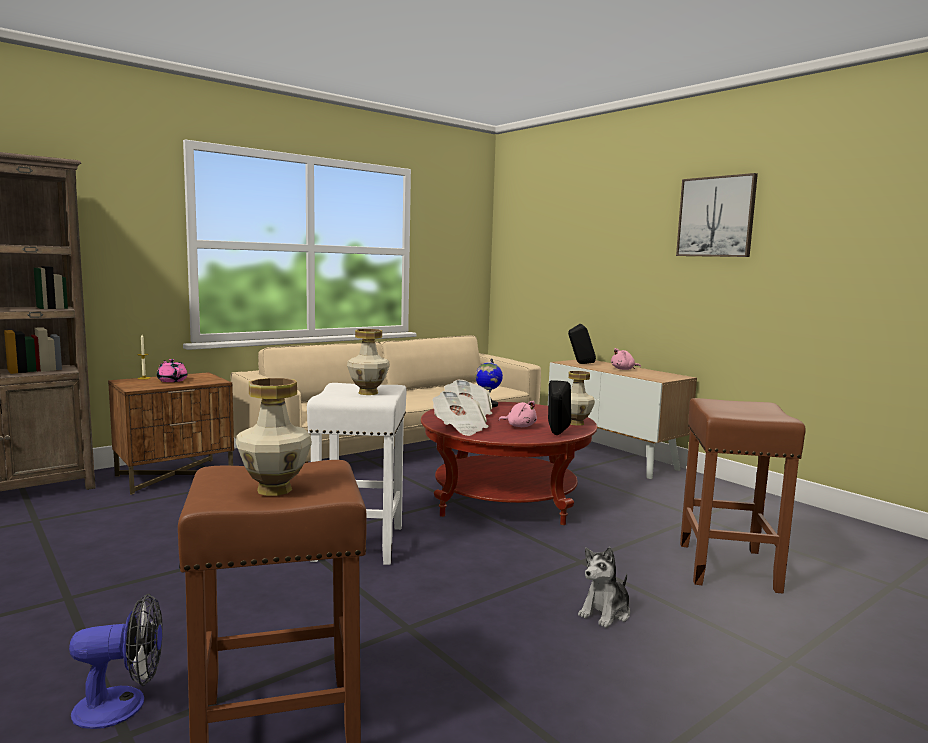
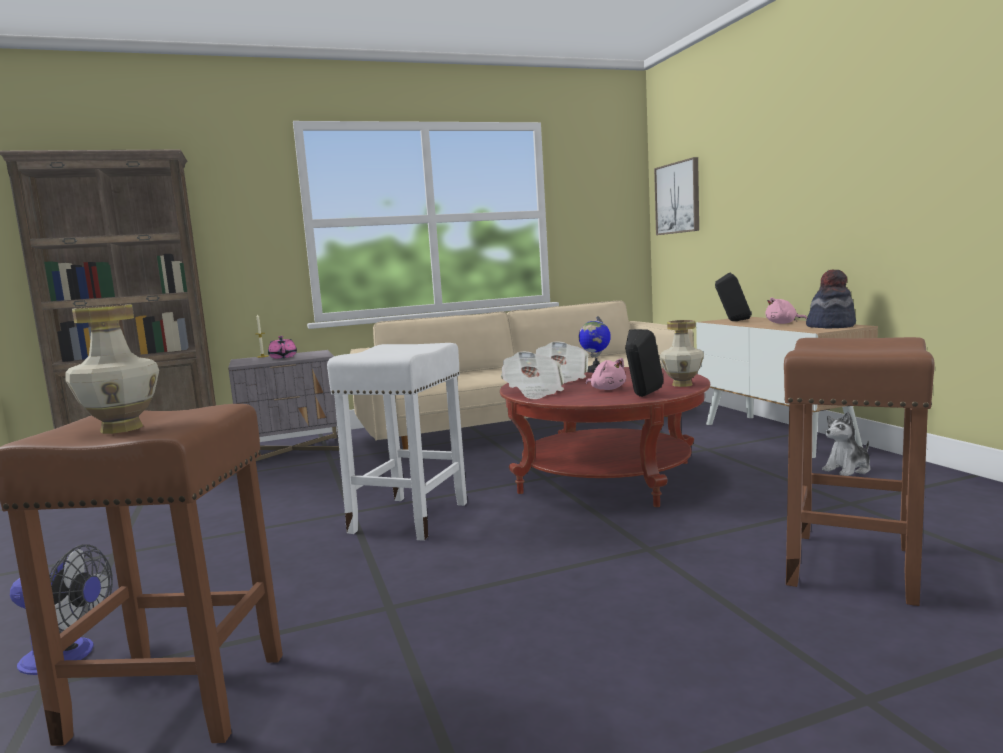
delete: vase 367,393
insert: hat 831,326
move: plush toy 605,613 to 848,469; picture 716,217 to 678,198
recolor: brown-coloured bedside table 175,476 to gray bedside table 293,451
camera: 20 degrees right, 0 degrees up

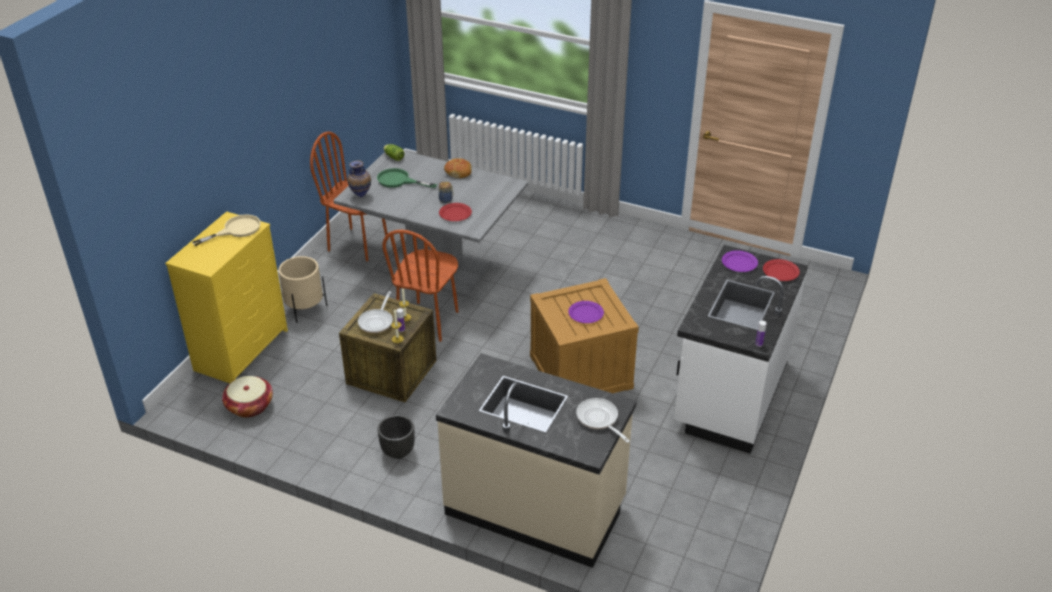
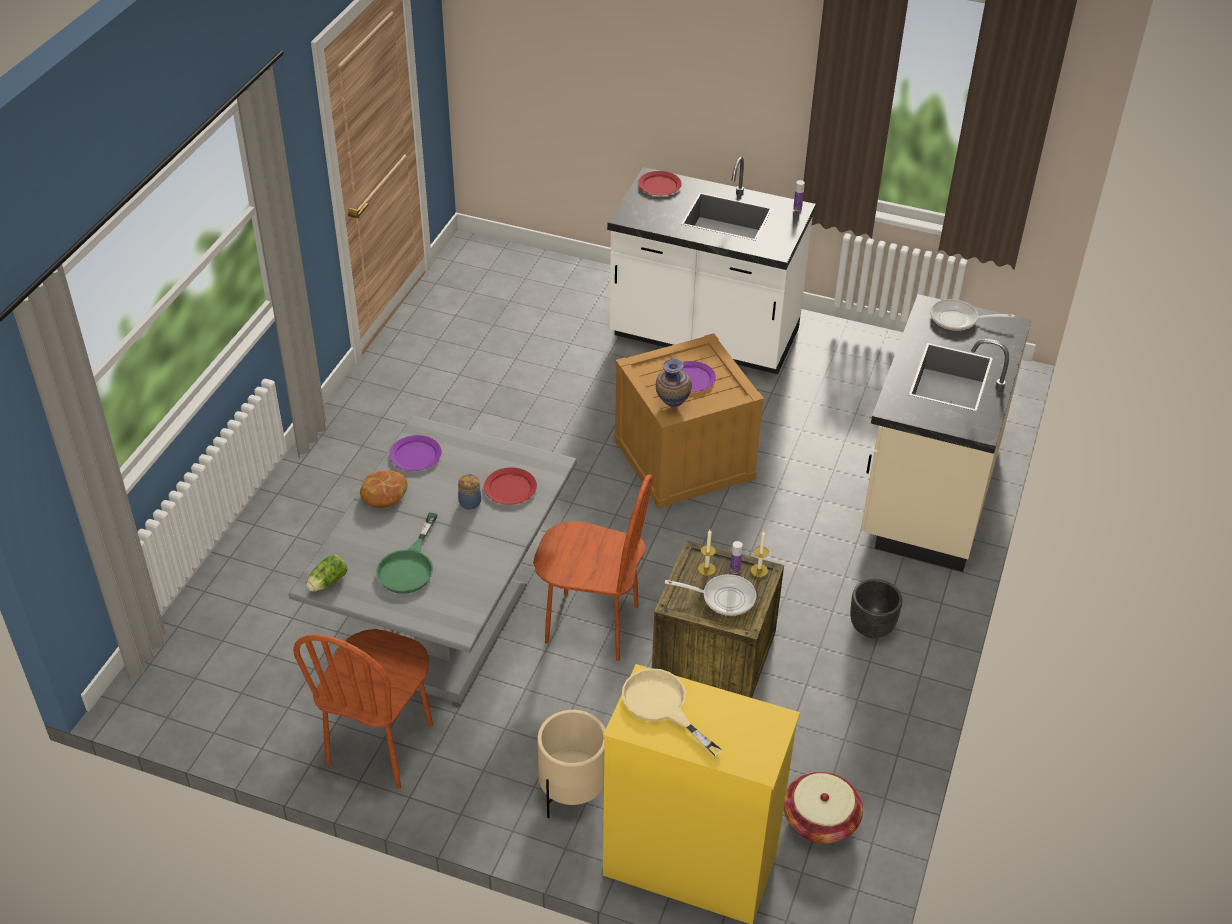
move: vase 361,195 to 671,406; purple-coloured plate 739,263 to 415,455
rotate: skillet 599,419 = 958,319 45 degrees clockwise
camera: 95 degrees left, 5 degrees up

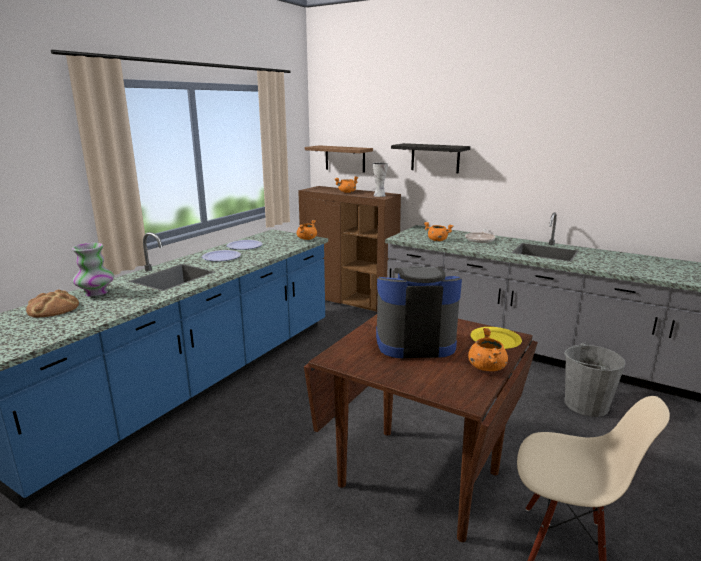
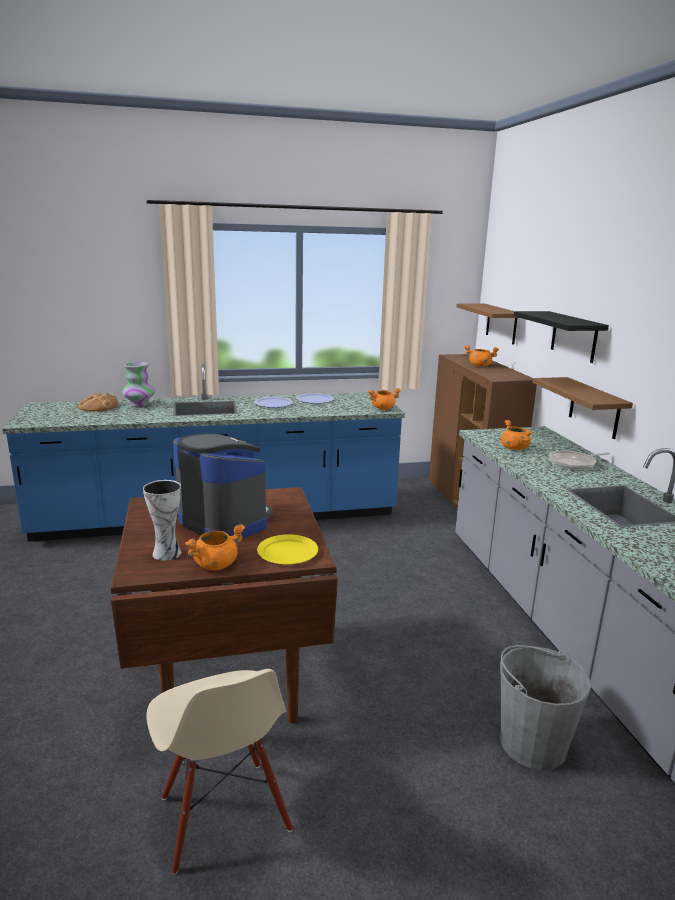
insert: brown-coloured bracket shelf 594,408
move: vase 379,195 to 167,552
camera: 45 degrees right, 0 degrees up

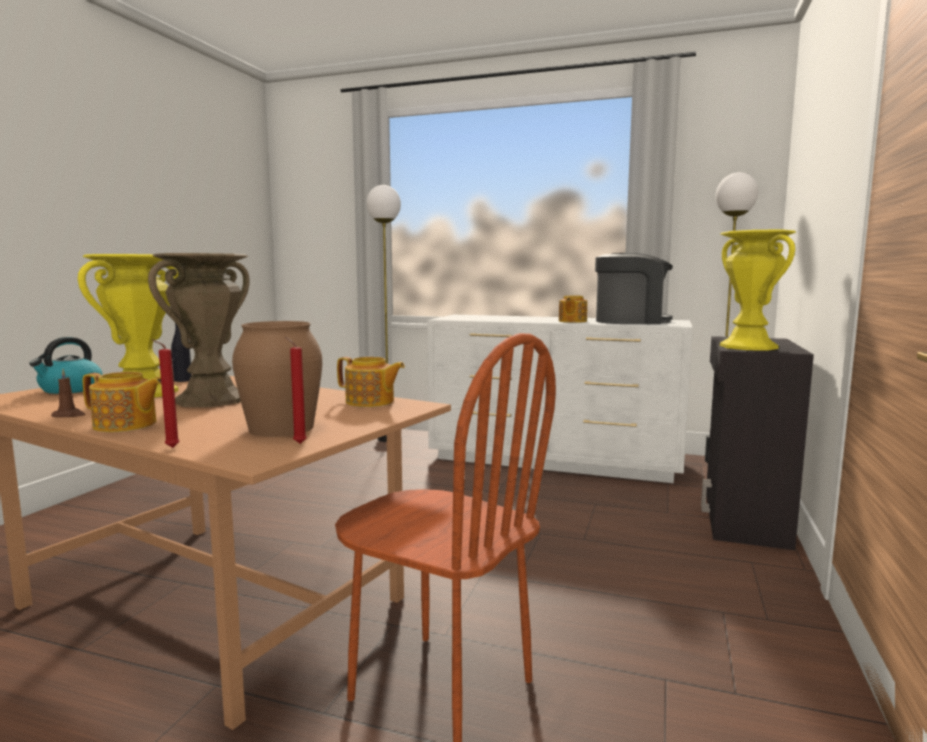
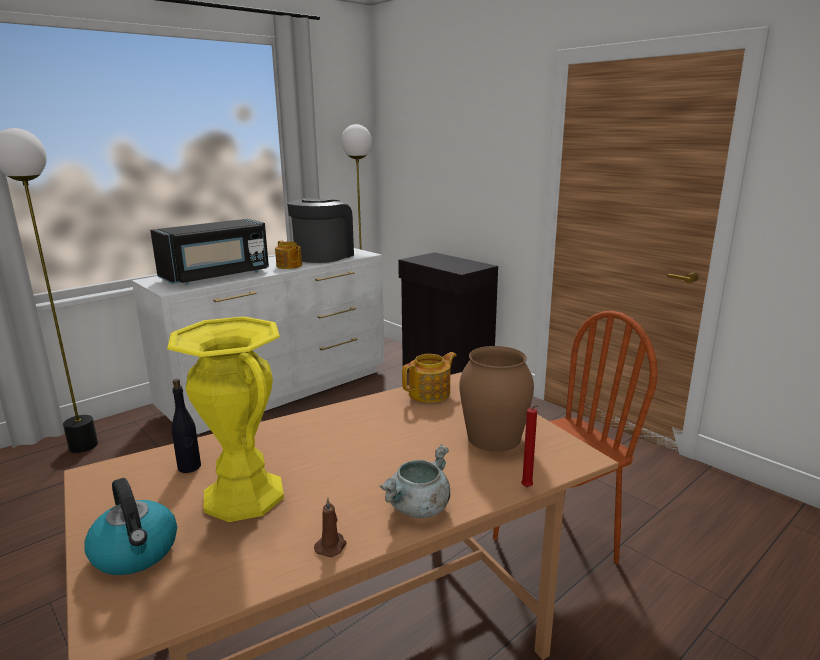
delete: brown-coloured vase 211,400; red-coloured candle 298,443; yellow vase 748,347
insert: black-coloured microwave 216,276
replace: teapot 126,425 to gray saucepot 418,508
camera: 60 degrees left, 10 degrees up

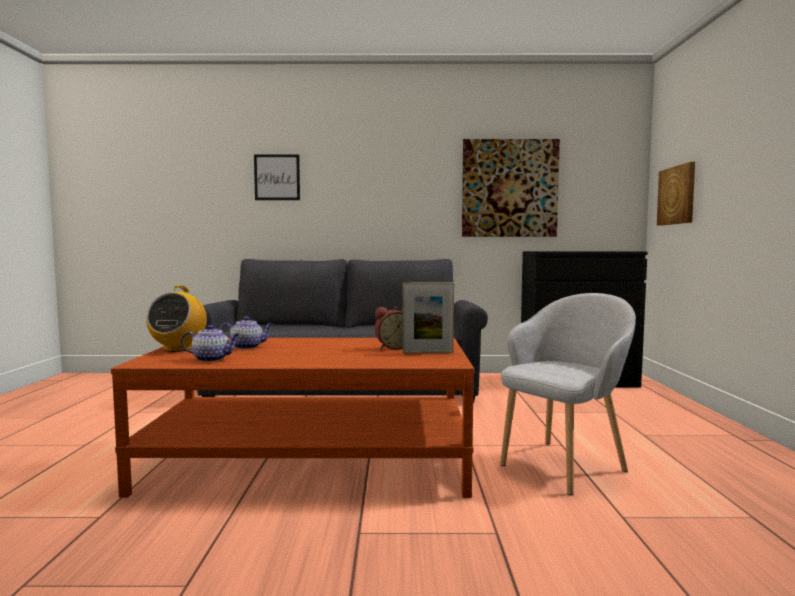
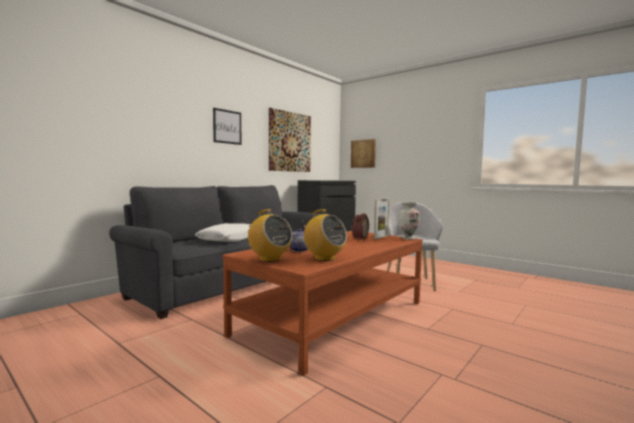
insert: whitish pillow 231,239; vase 408,238
move: picture 277,177 to 227,127
replace: teapot 212,359 to radio set 324,258
camera: 50 degrees left, 0 degrees up

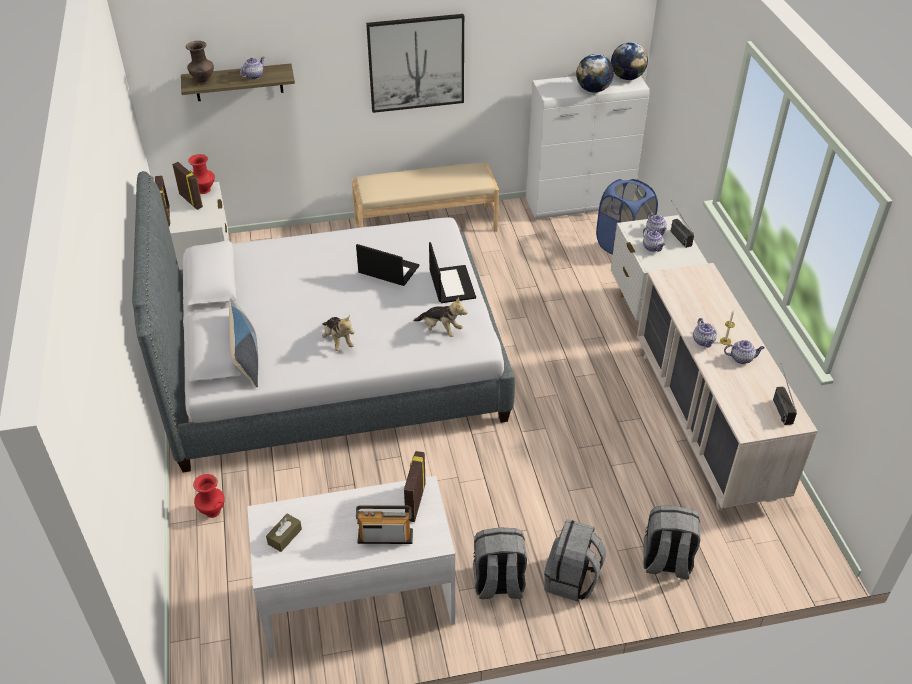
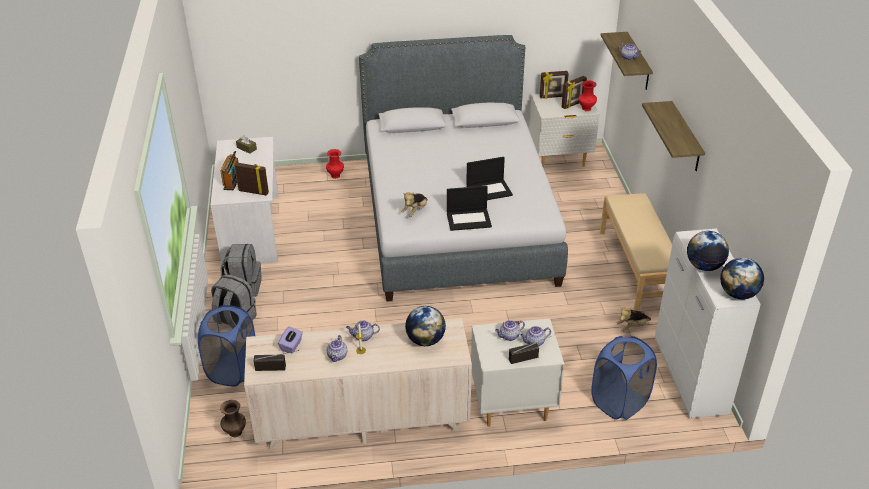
delete: pillow 246,357
insert: purple-coloured tissue holder 291,346; desk globe 425,340
move: brown-coloured vase 203,82 to 235,432; plush toy 338,341 to 632,327
replace: picture 416,63 to bracket shelf 685,137; gray knapsack 666,562 to blue washing basket 232,370
rotate: notebook computer 387,270 = 489,190 45 degrees clockwise
camera: 95 degrees right, 5 degrees down

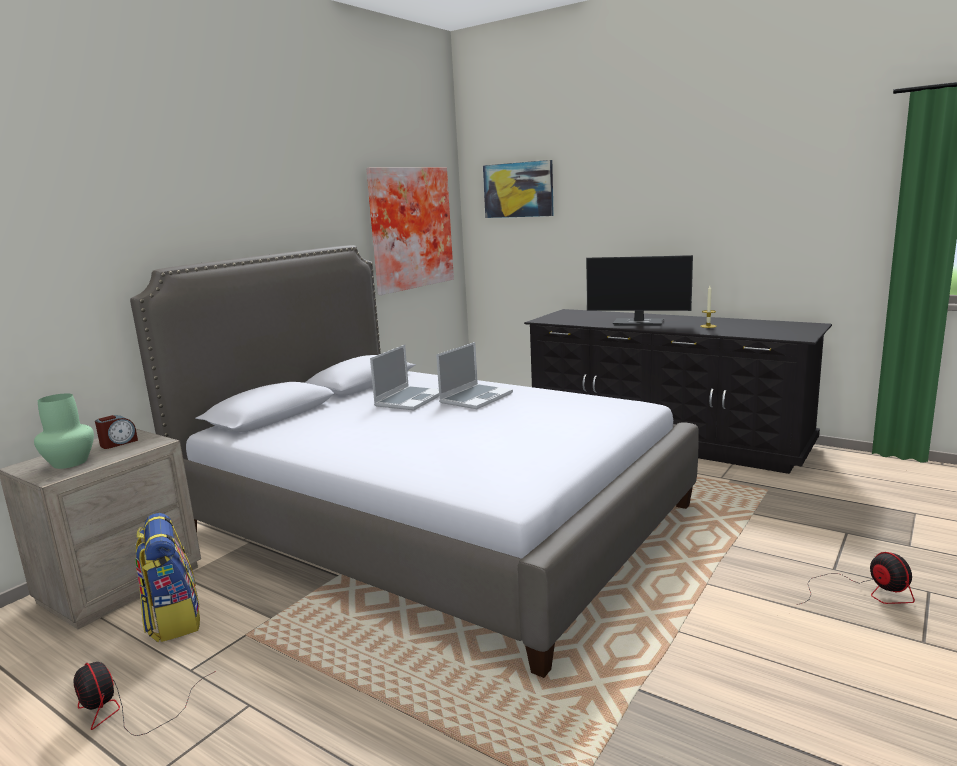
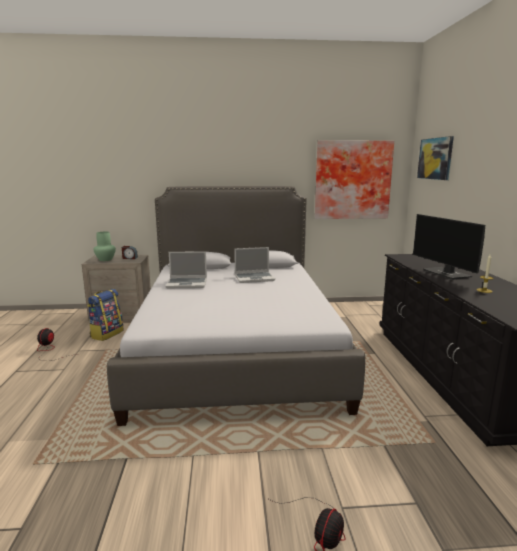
move: notebook computer 476,398 to 187,284
camera: 50 degrees right, 0 degrees up

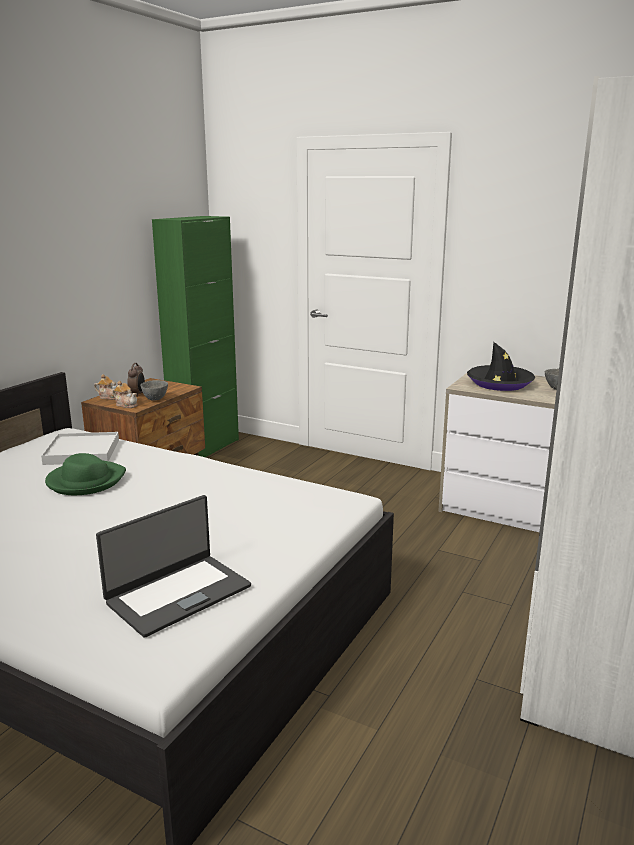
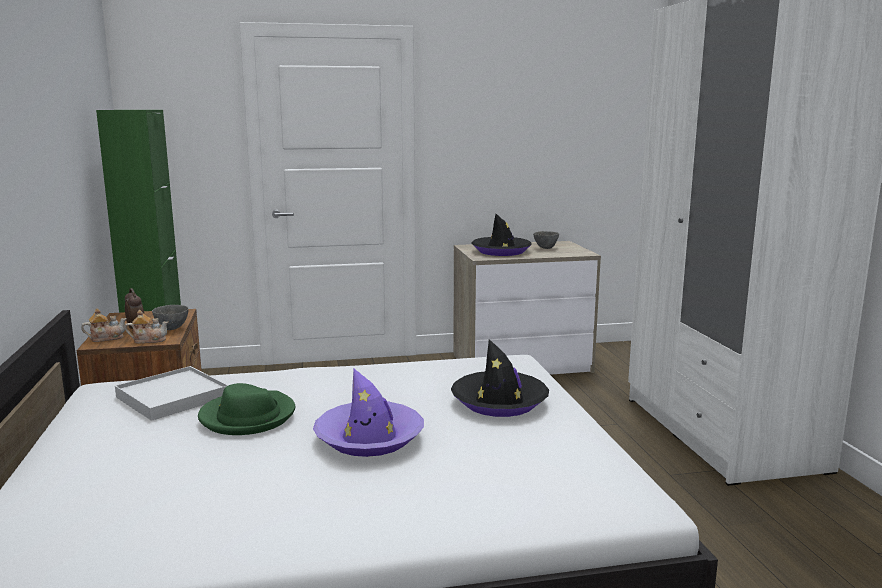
delete: notebook computer 177,594
insert: purple-coloured hat 369,438; black-coloured hat 499,402
camera: 40 degrees left, 5 degrees down

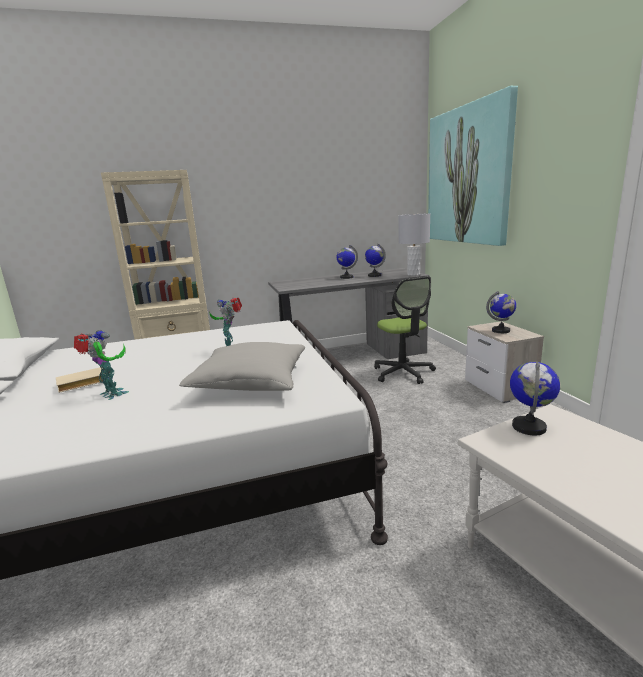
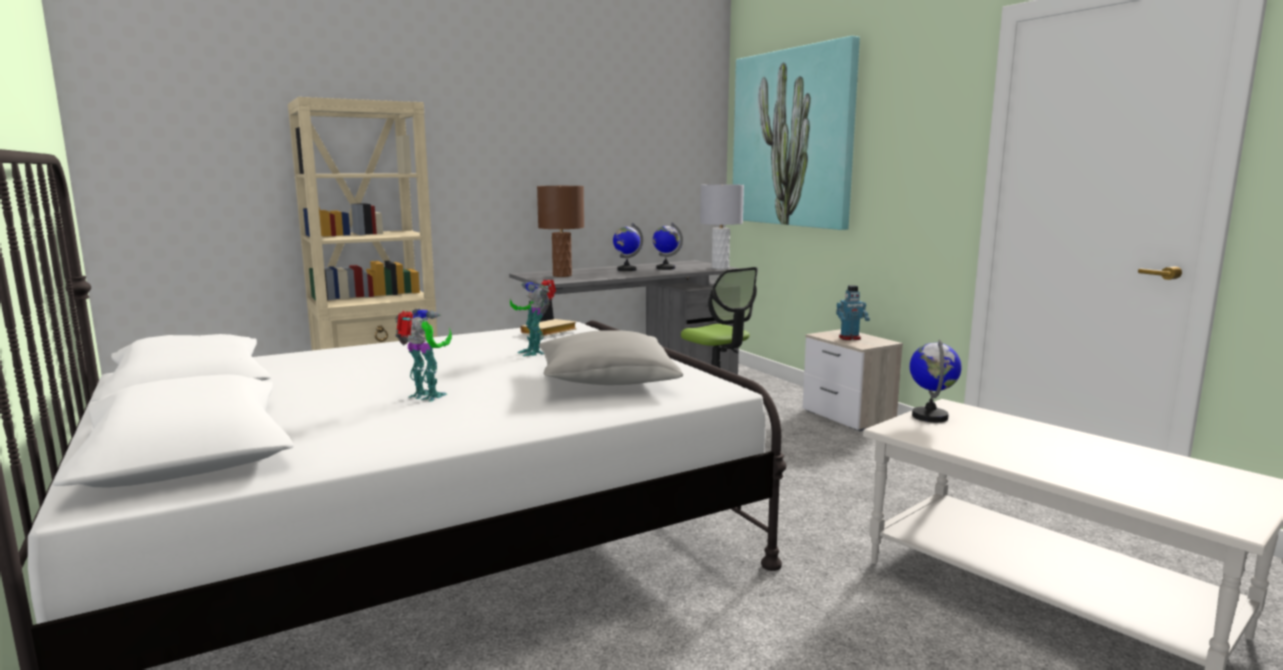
insert: brown-coloured lamp for a table 562,275
move: beige-coloured volume 81,384 to 549,333
replace: desk globe 501,331 to model robot 850,338
camera: 15 degrees left, 5 degrees down

